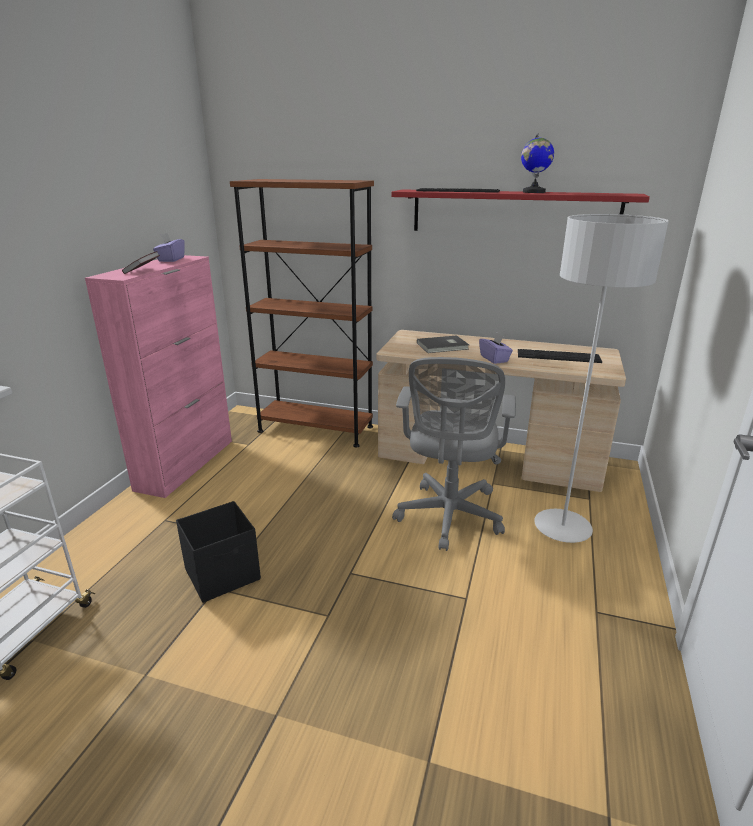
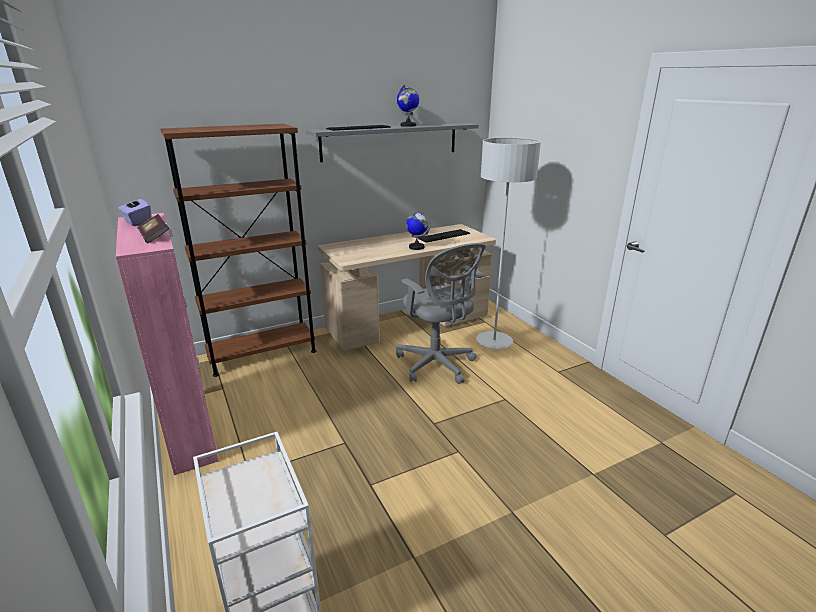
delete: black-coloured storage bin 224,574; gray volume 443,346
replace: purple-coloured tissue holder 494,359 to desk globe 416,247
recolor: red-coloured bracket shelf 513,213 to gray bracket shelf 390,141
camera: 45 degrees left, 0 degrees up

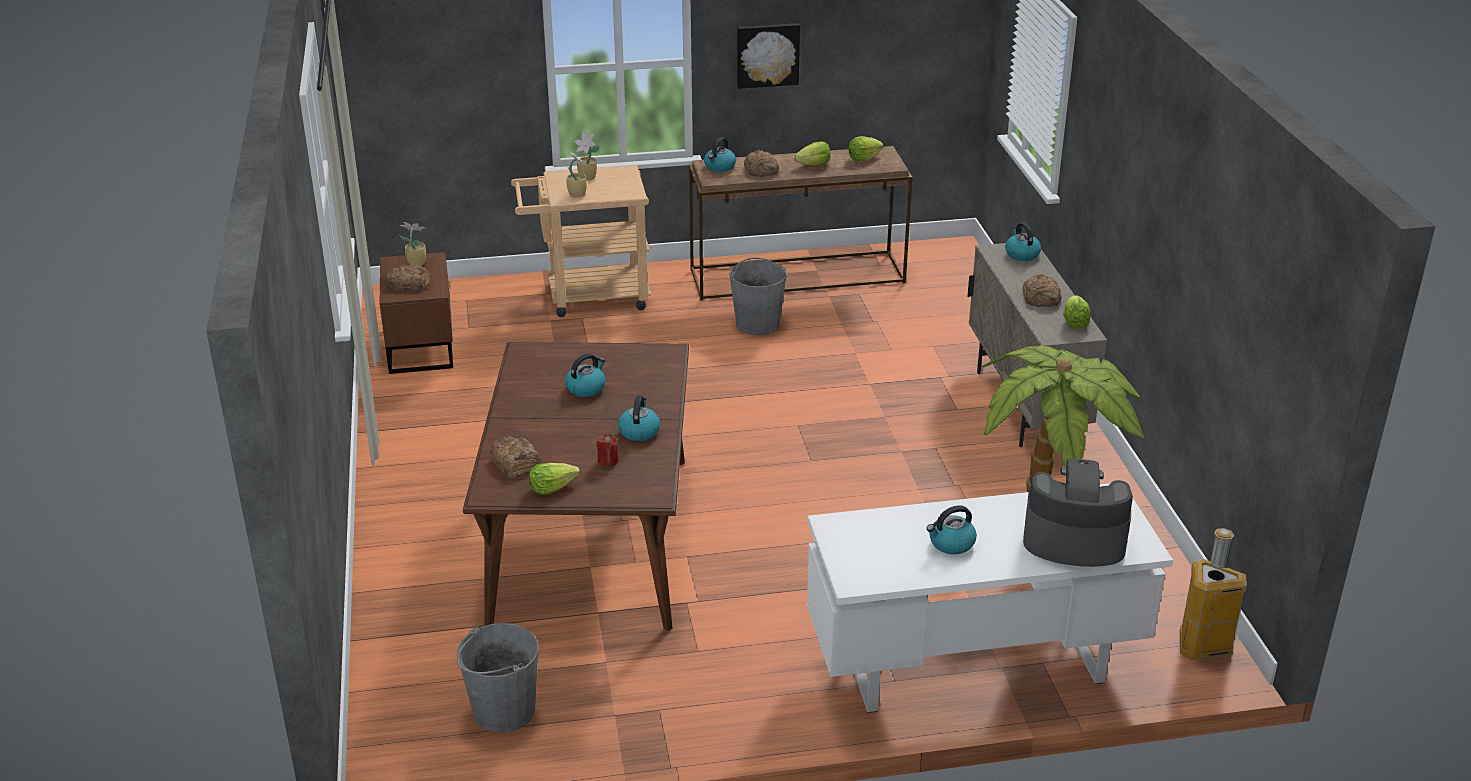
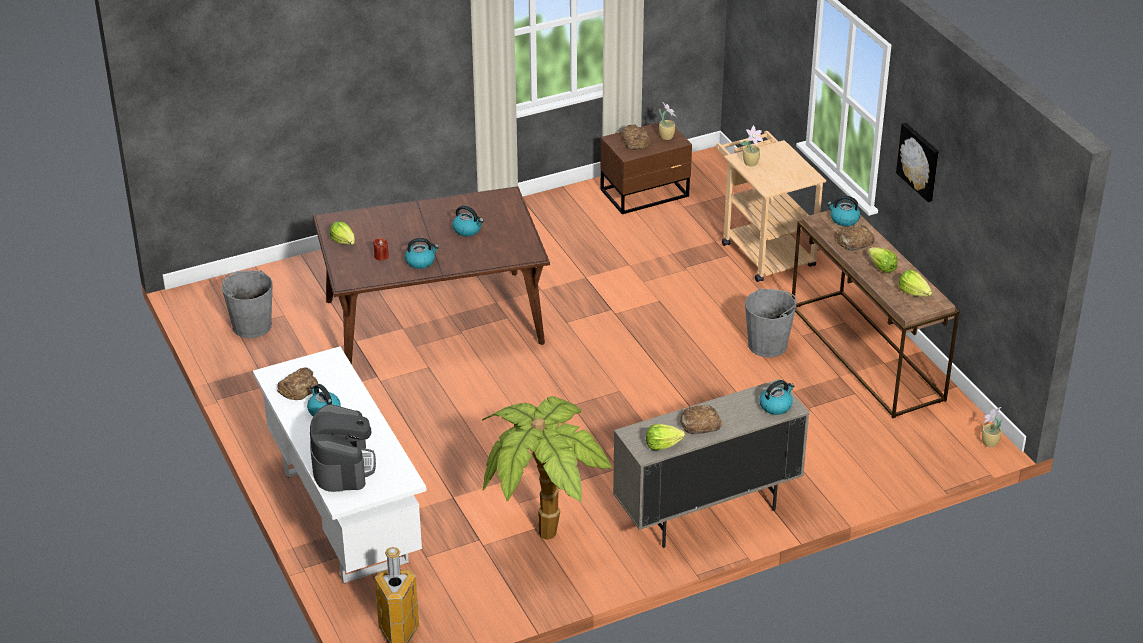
move: bakery bread 515,462 to 298,388; potted plant 588,178 to 989,443
camera: 75 degrees right, 5 degrees up

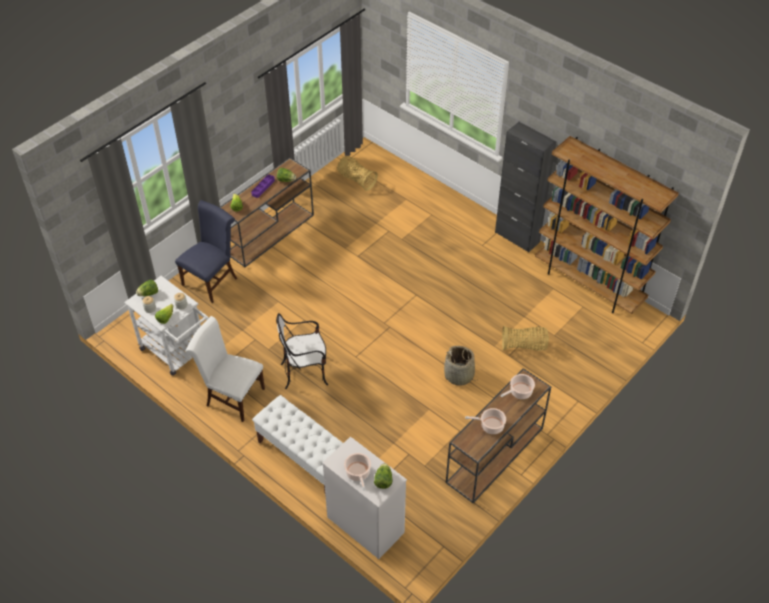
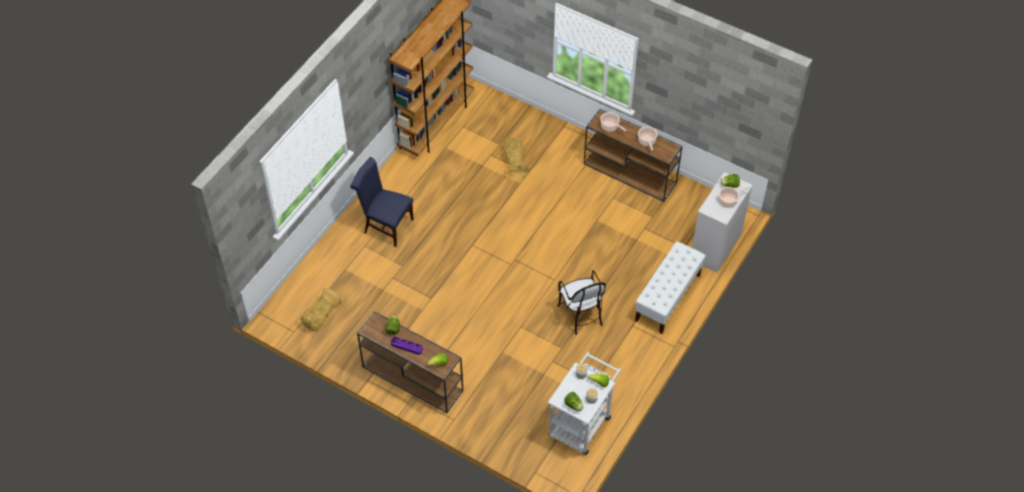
delete: whitish upright chair 232,396; household basket 459,375; black-coloured cupboard 517,237
move: blue upright chair 212,279 to 385,225
camera: 100 degrees left, 5 degrees up

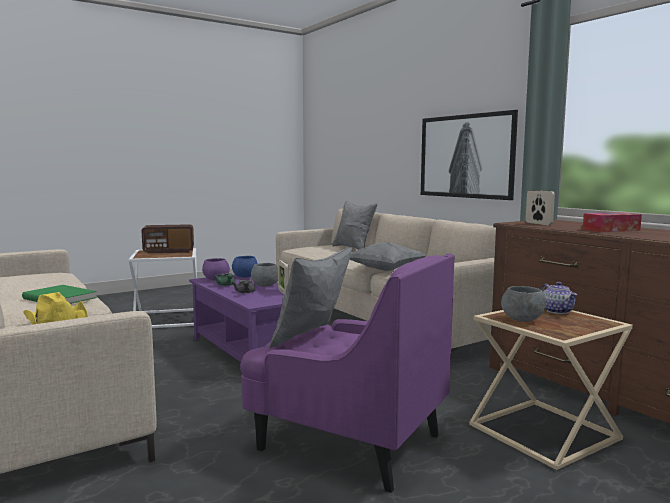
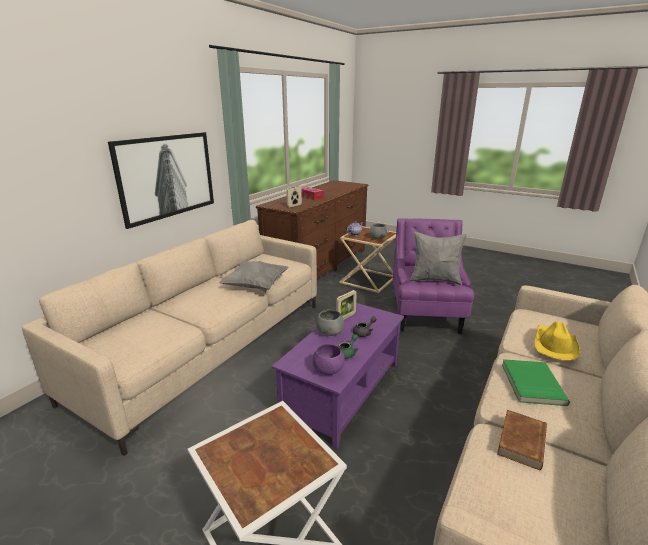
delete: radio set 169,251; blue deep dish 245,276; gray pillow 353,248
insert: brown-coloured volume 522,442
camera: 115 degrees left, 15 degrees up

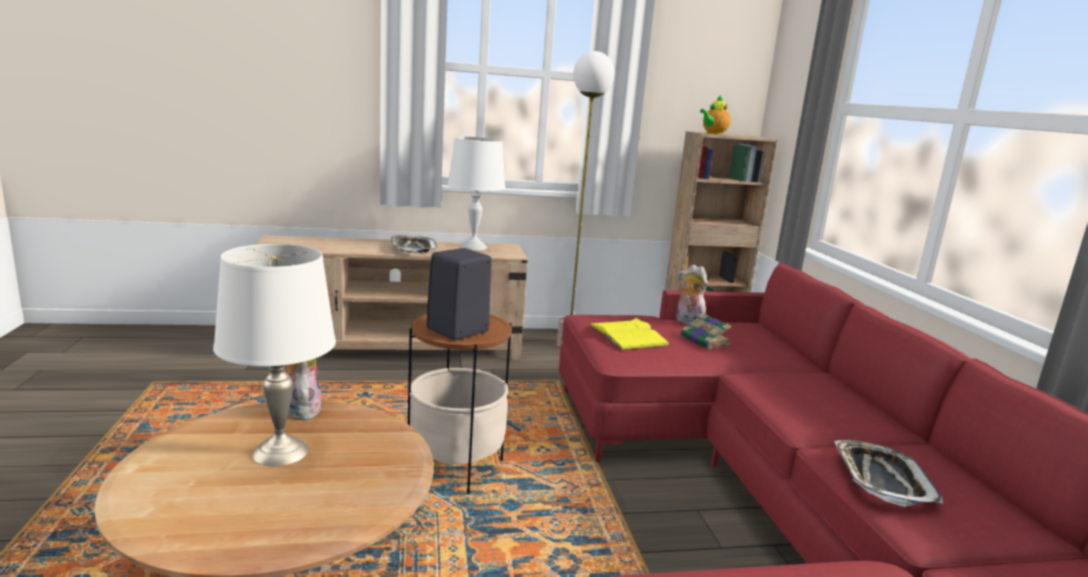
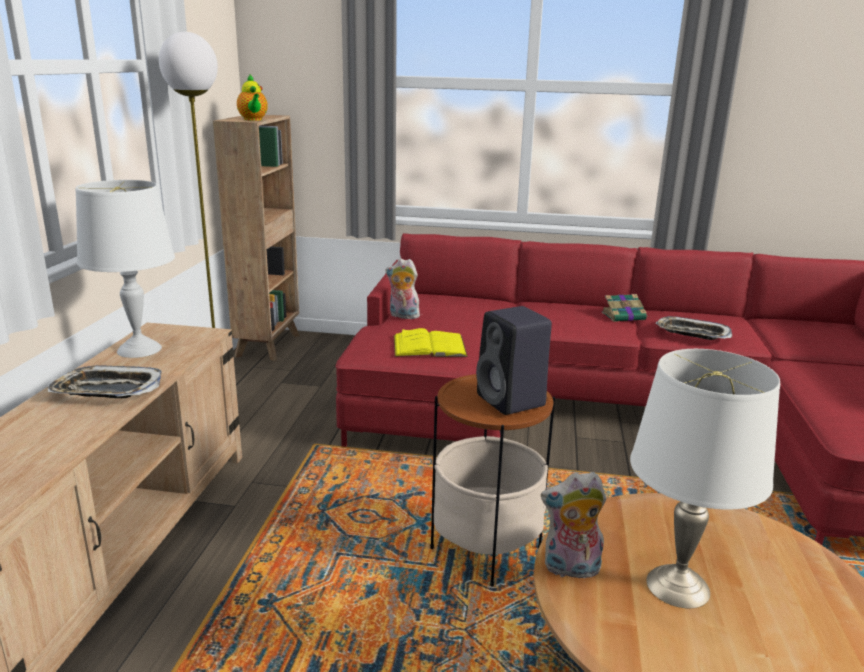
move: volume 705,341 to 624,316
rotate: plush toy 687,322 = 402,316 45 degrees clockwise
camera: 70 degrees left, 5 degrees up

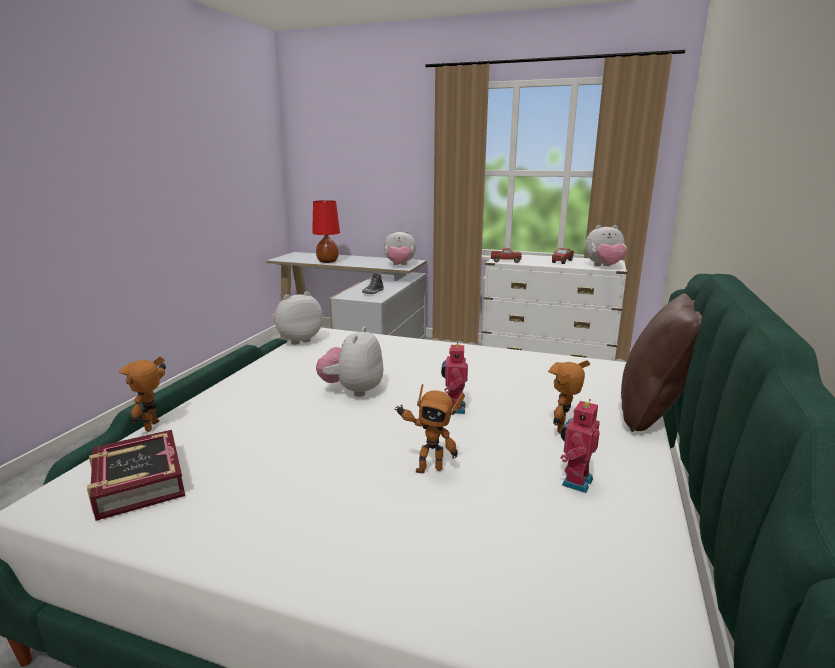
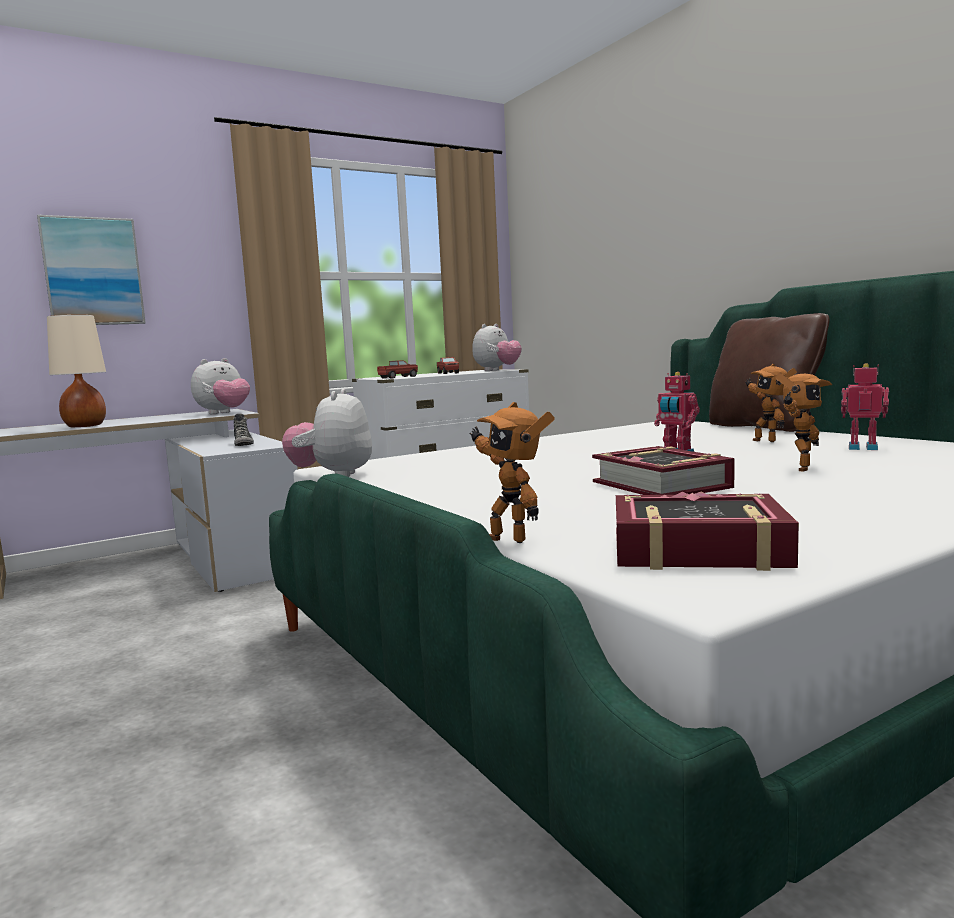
delete: plush toy 353,390
insert: picture 93,272; volume 661,485
recolor: red-coloured lamp for a table 327,262 to beige-coloured lamp for a table 85,426
rotate: model robot 574,481 = 862,447 135 degrees clockwise
camera: 50 degrees left, 10 degrees down

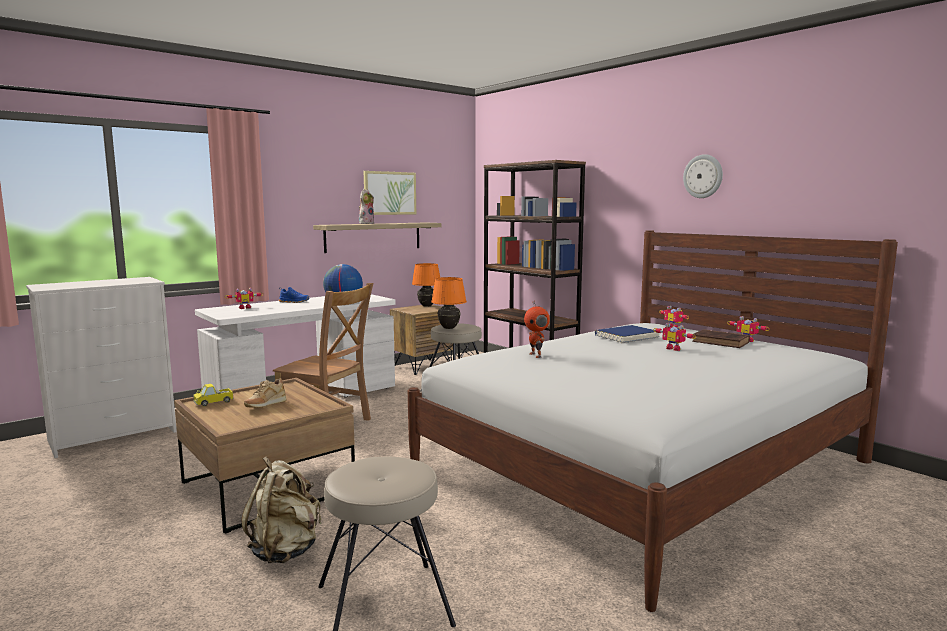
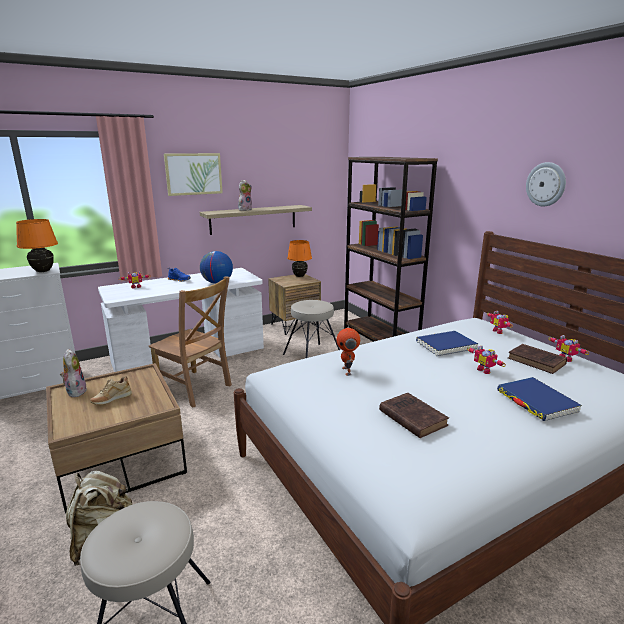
insert: brown-coloured volume 411,417; blue volume 536,401
move: picture 389,193 to 193,174; orange lamp for a table 449,328 to 43,271
replace: toy truck 214,402 to plush toy 75,391
camera: 10 degrees right, 10 degrees up

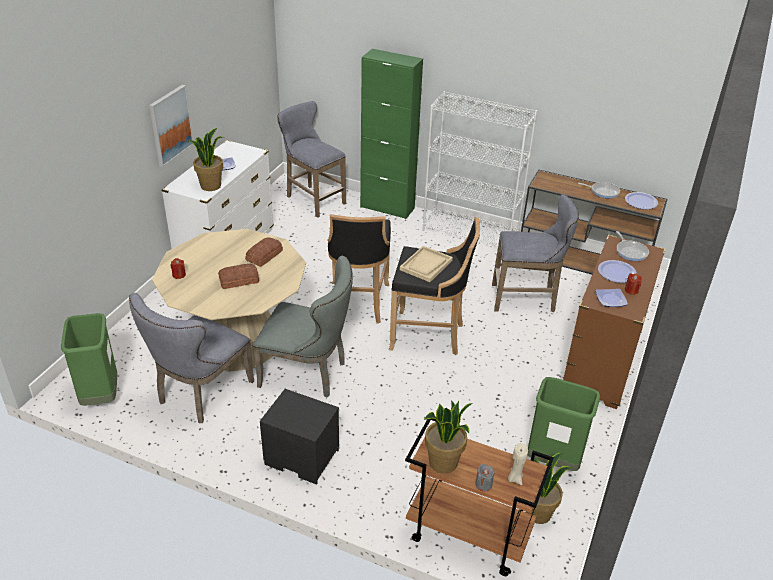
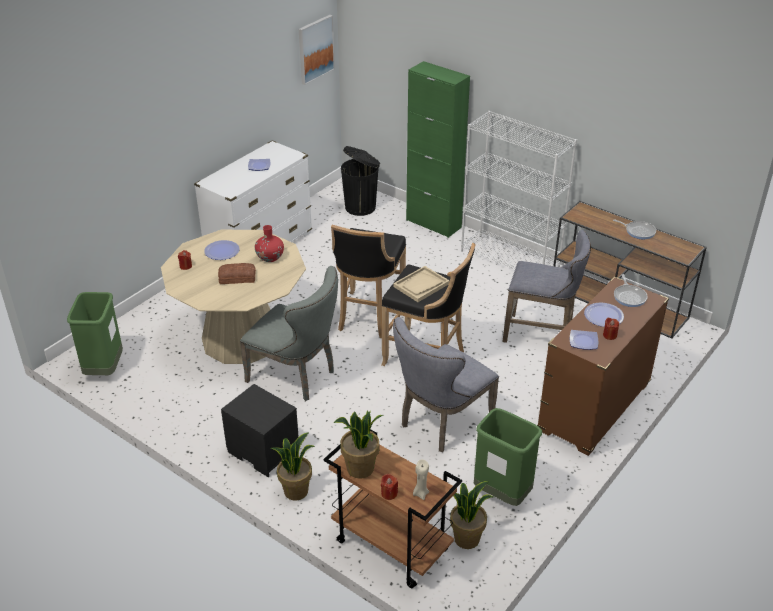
move: gray upright chair 200,394 to 441,423; picture 170,125 to 315,49; potted plant 210,185 to 296,491; plate 641,201 to 222,251
replace: bakery bread 265,255 to red-coloured vase 270,257; gray stool 312,199 to black-coloured rubbish bin 361,207
recolor: gray candle 483,484 to red-coloured candle 389,493
camera: 15 degrees right, 0 degrees up

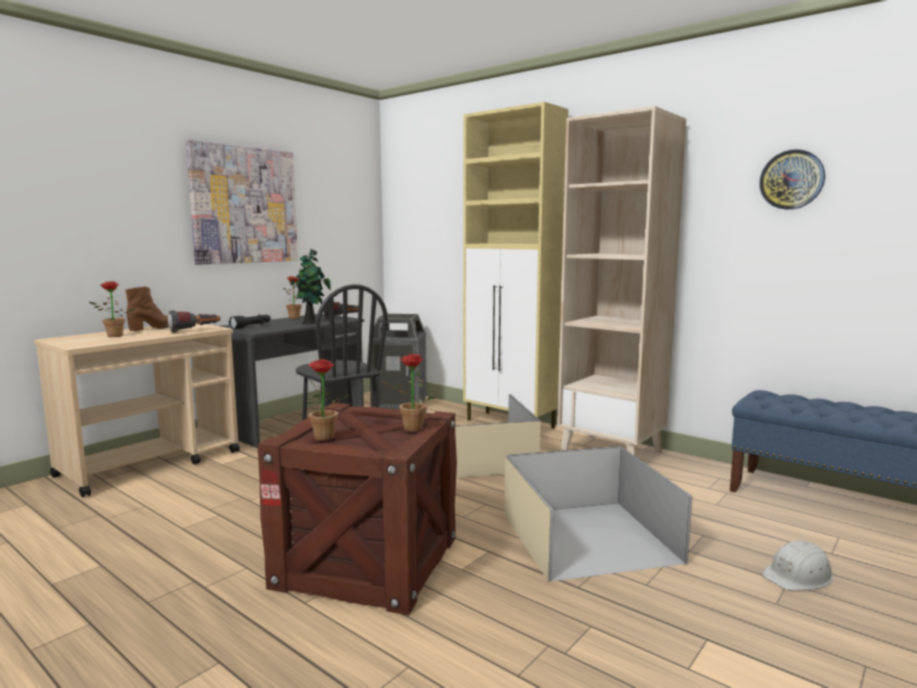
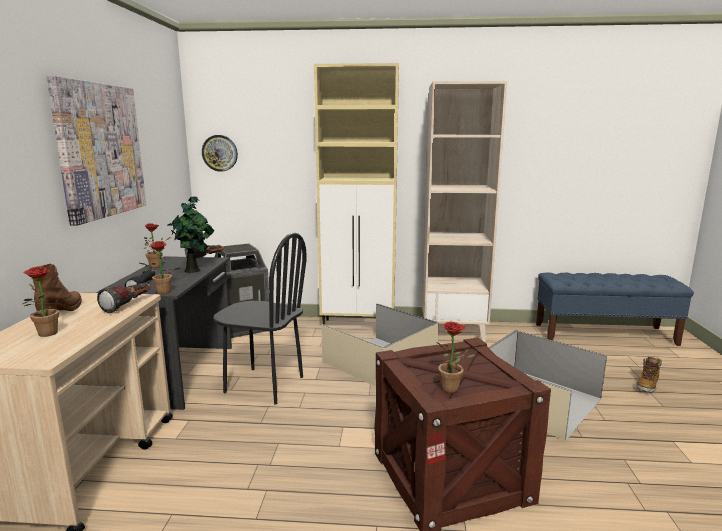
move: potted plant 409,429 to 161,293; hanging clock 791,180 to 220,153
replace: whitish safety helmet 798,575 to boot 647,385
camera: 35 degrees left, 5 degrees up

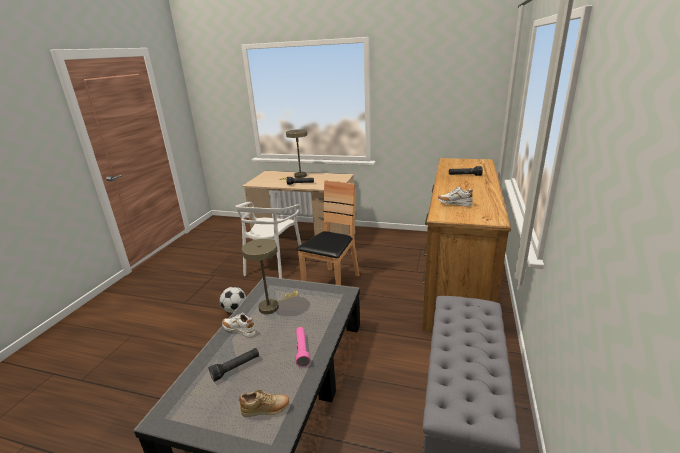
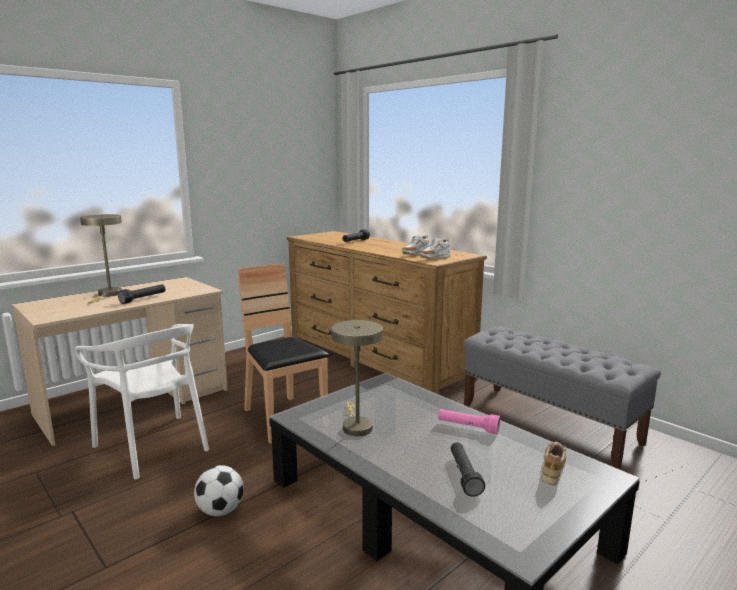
move: whitish item of footwear 239,330 to 434,258
camera: 60 degrees left, 10 degrees down

